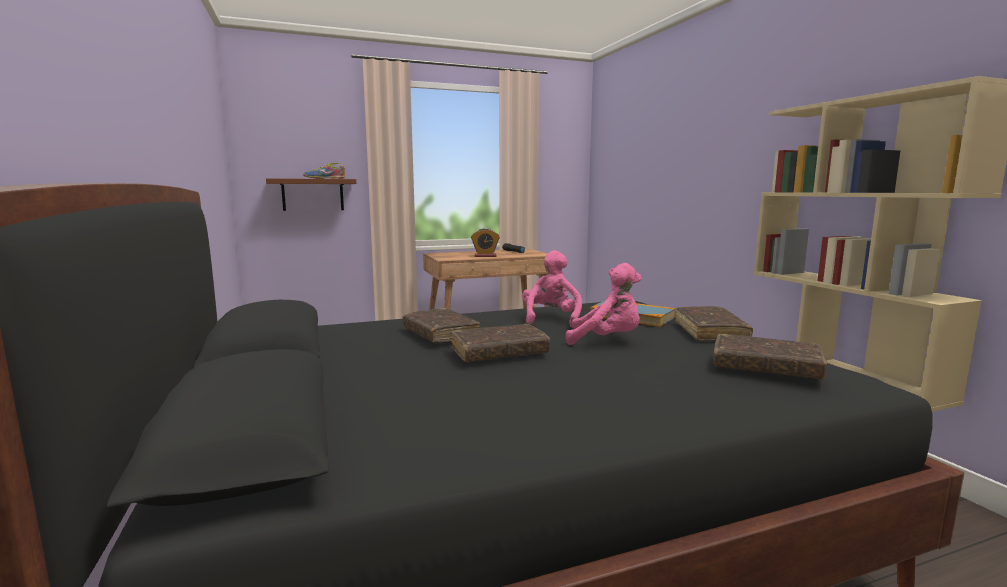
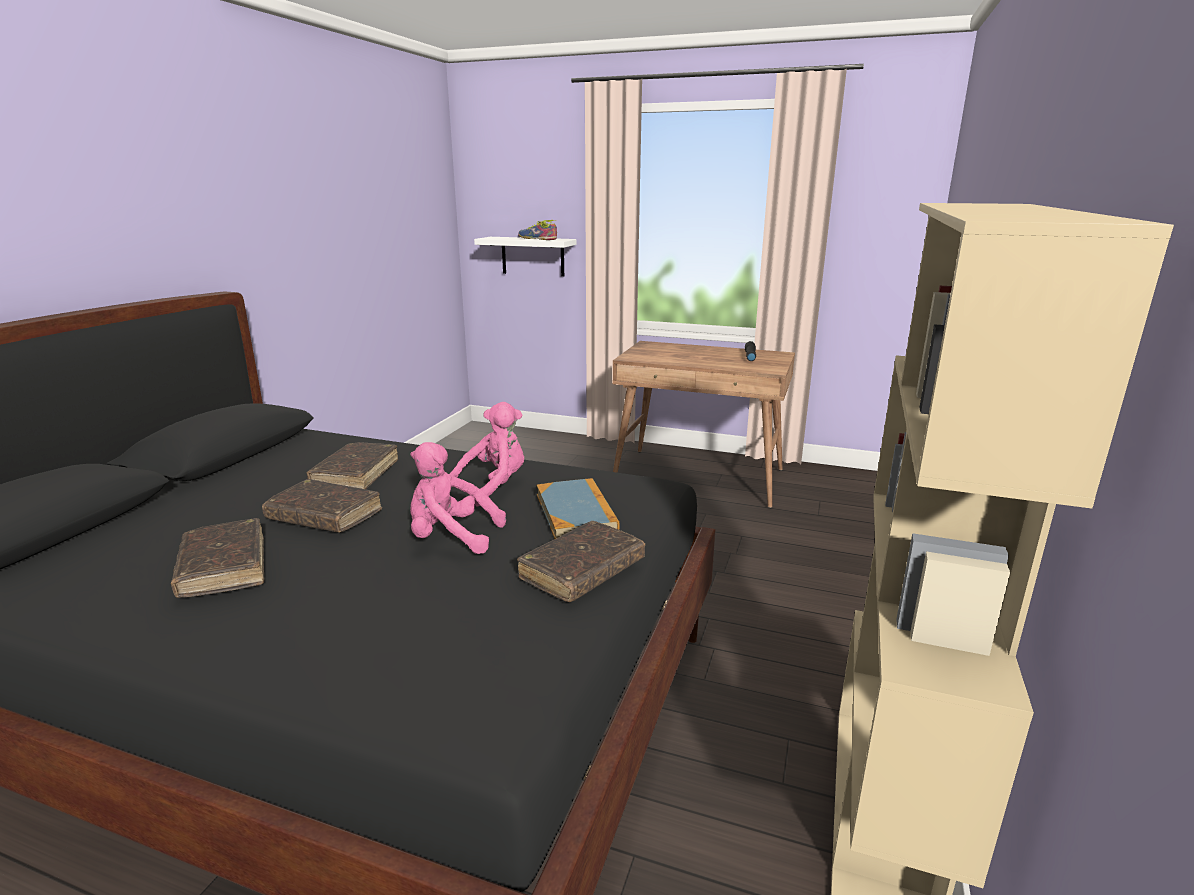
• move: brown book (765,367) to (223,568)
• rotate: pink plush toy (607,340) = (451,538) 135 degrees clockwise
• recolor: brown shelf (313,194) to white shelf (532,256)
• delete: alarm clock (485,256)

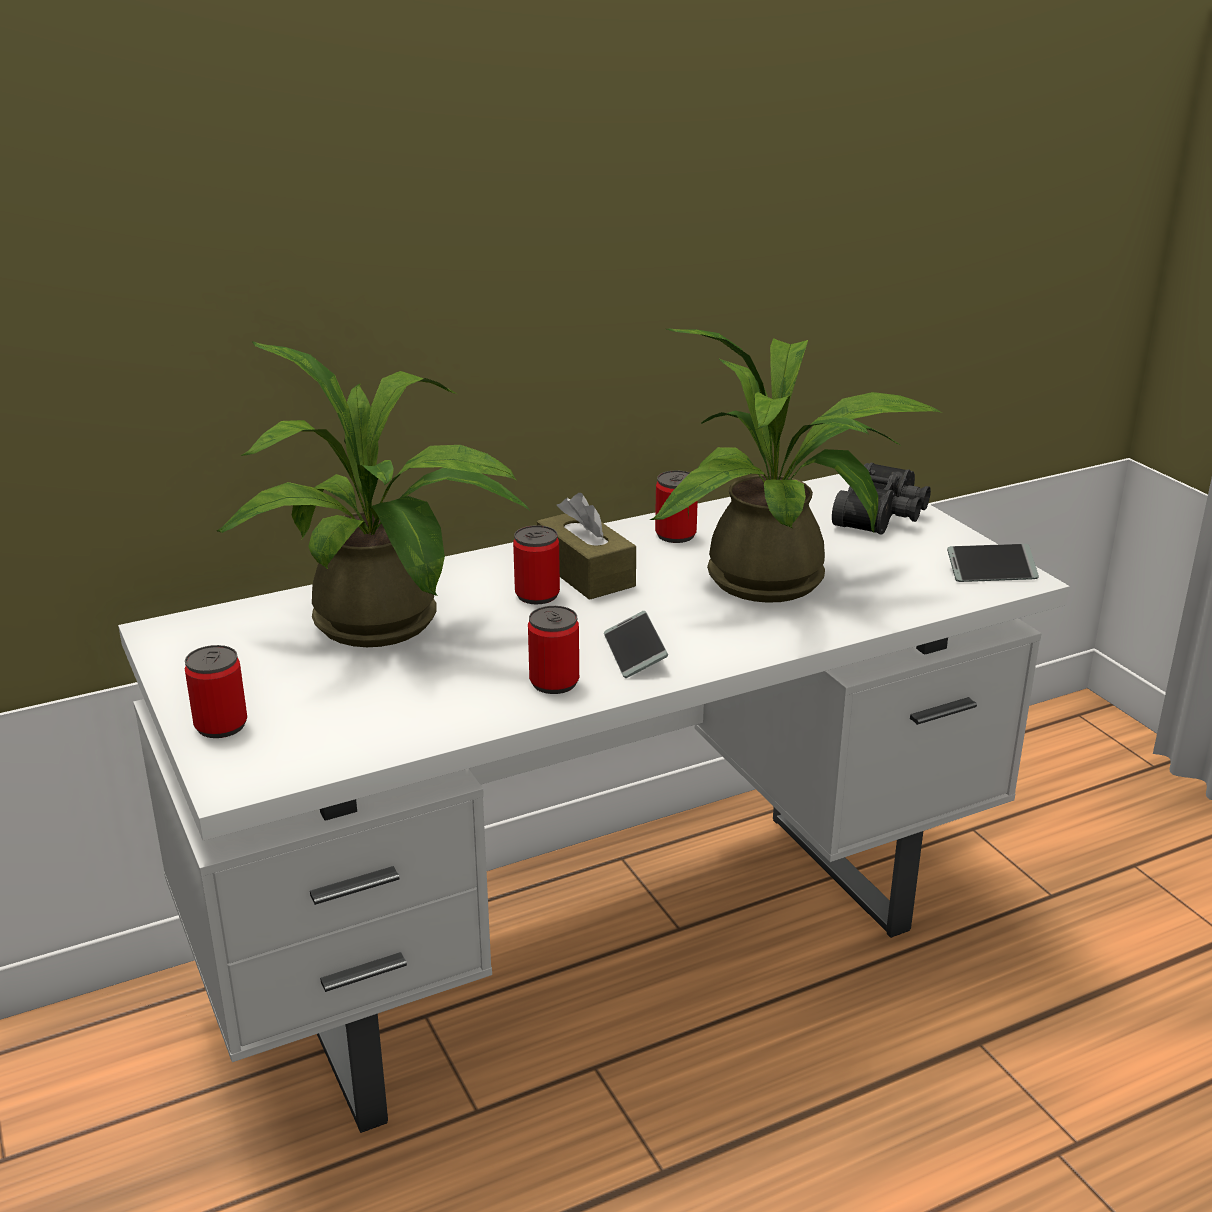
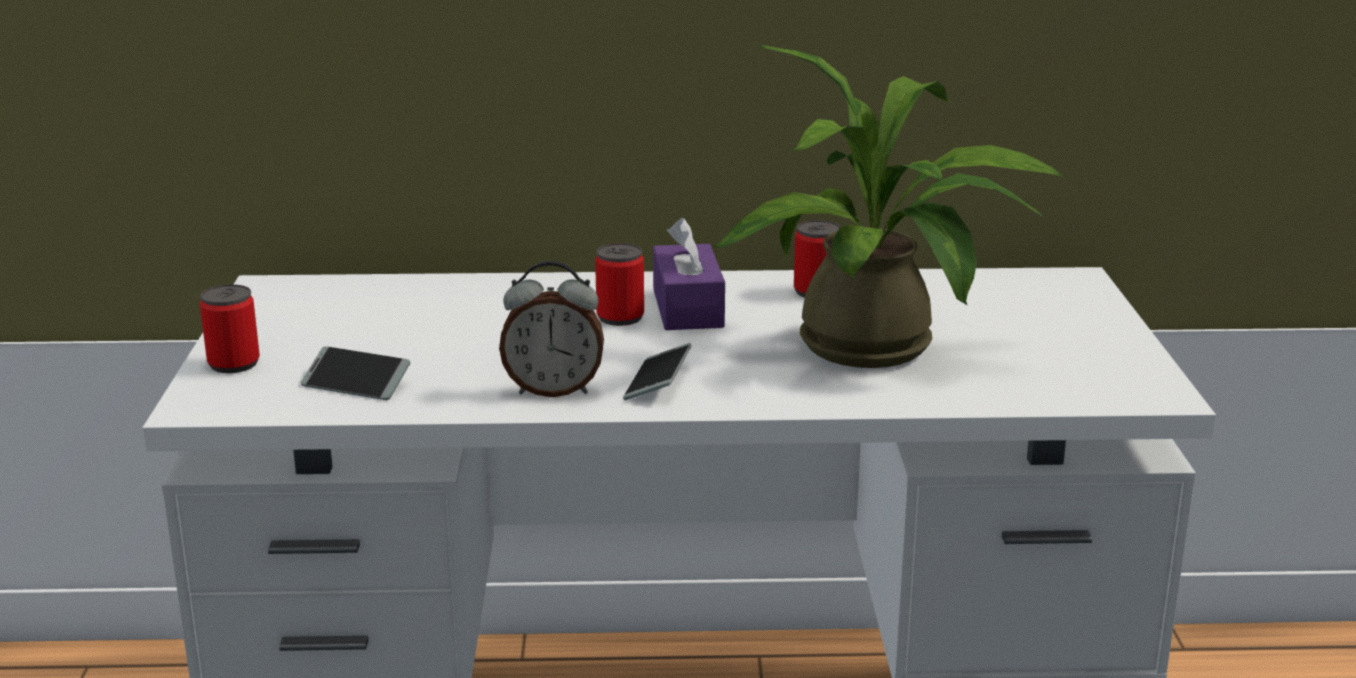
• move: phone (991,571) to (356,384)
• replace: can (554,682) to alarm clock (553,390)
• recolor: brown tissue box (586,573) to purple tissue box (688,308)
• delete: potted plant (386,627)
• delete: black binoculars (884,516)

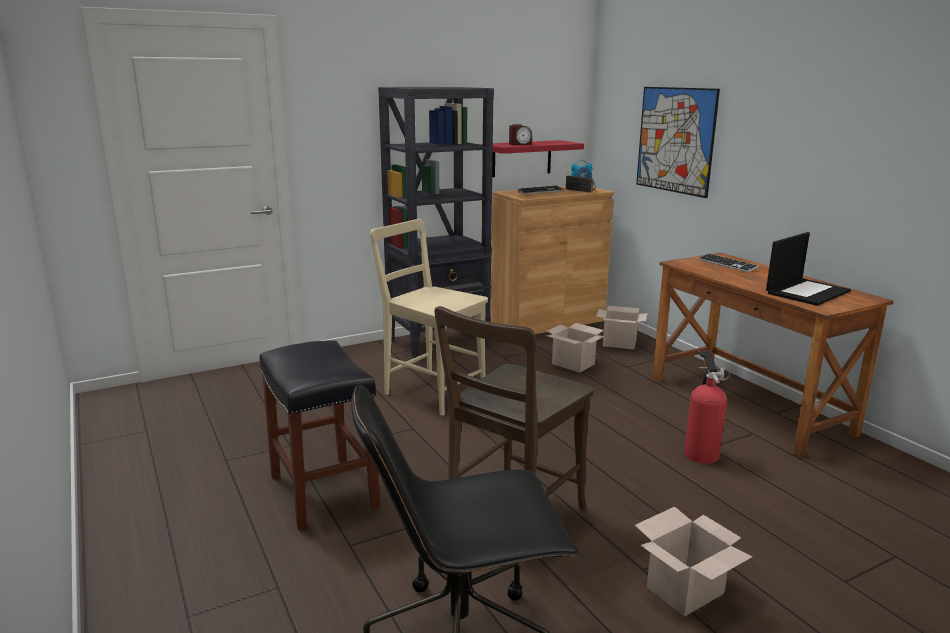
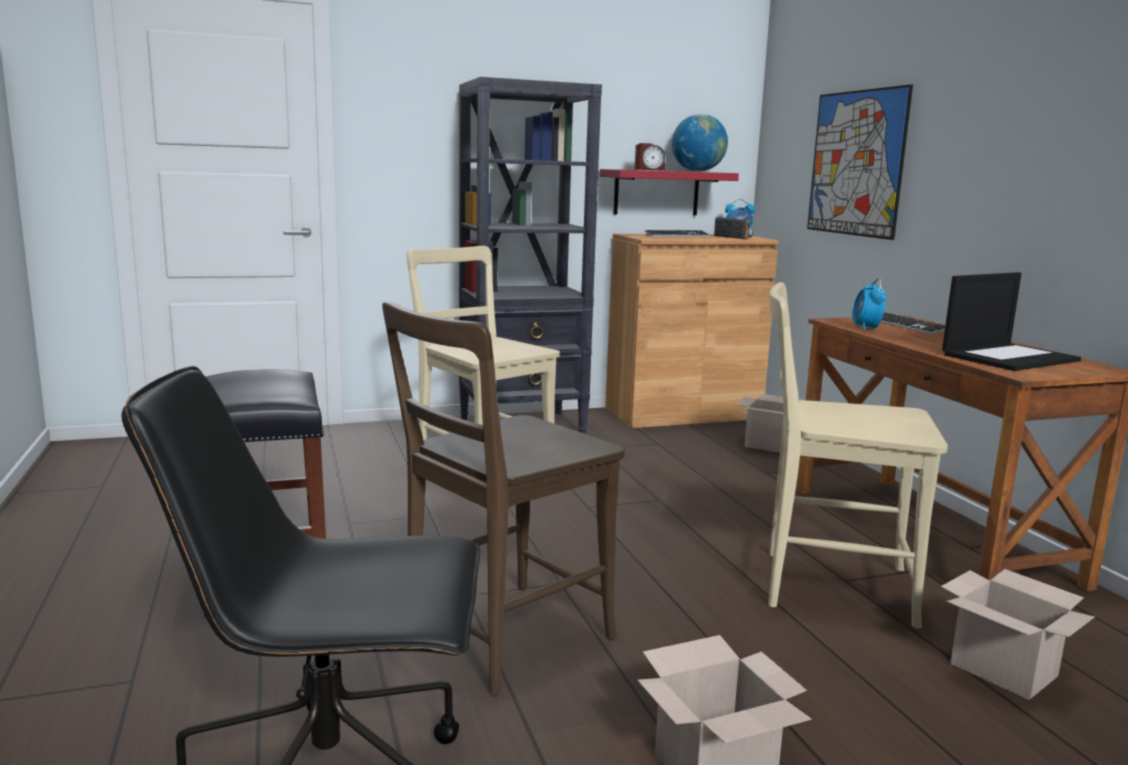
• insert: globe (697,171)
• replace: fire extinguisher (700,453) to beige chair (827,586)
• insert: alarm clock (866,328)
• move: cardboard box (574,364) to (1006,670)

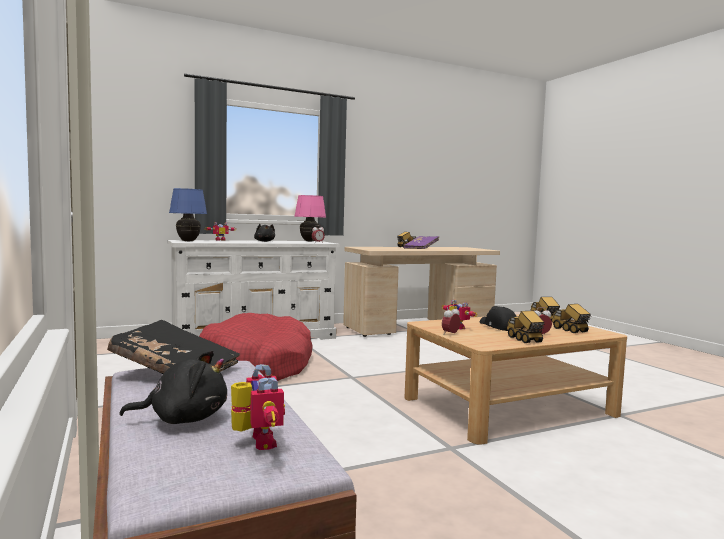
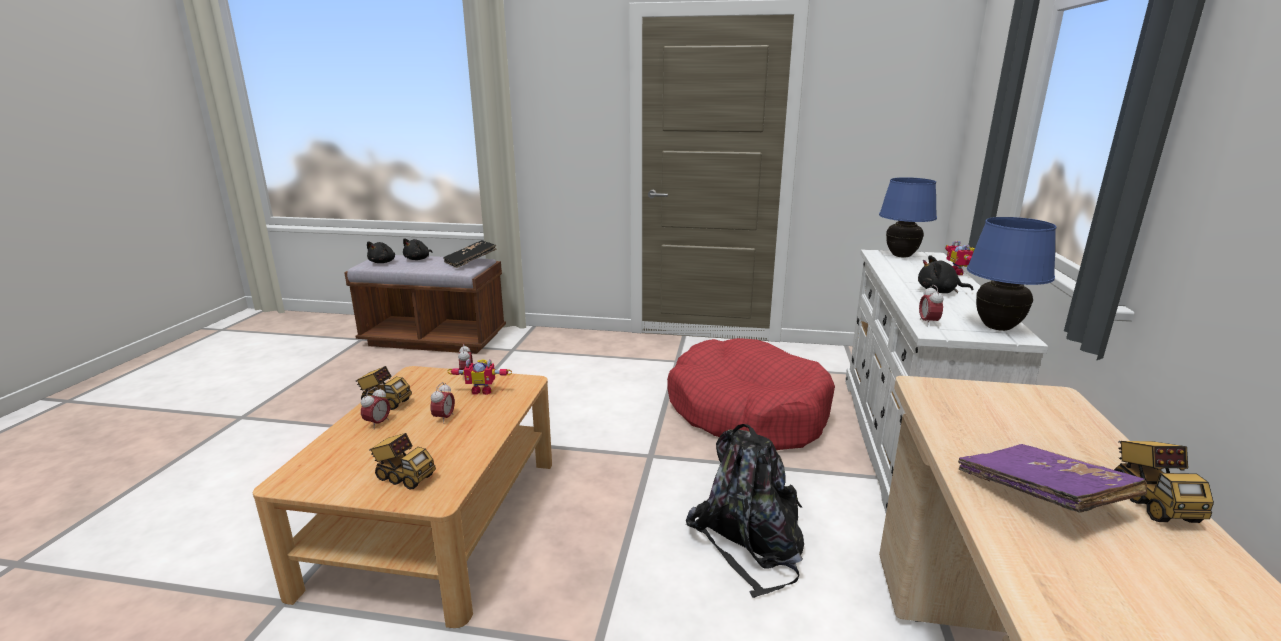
• replace: toy robot (255,442) to black plush toy (383,262)
• replace: black cap (498,327) to alarm clock (444,418)
• insert: black backpack (750,541)
• recolor: pink table lamp (309,241) to blue table lamp (996,328)
• delete: toy truck (570,330)

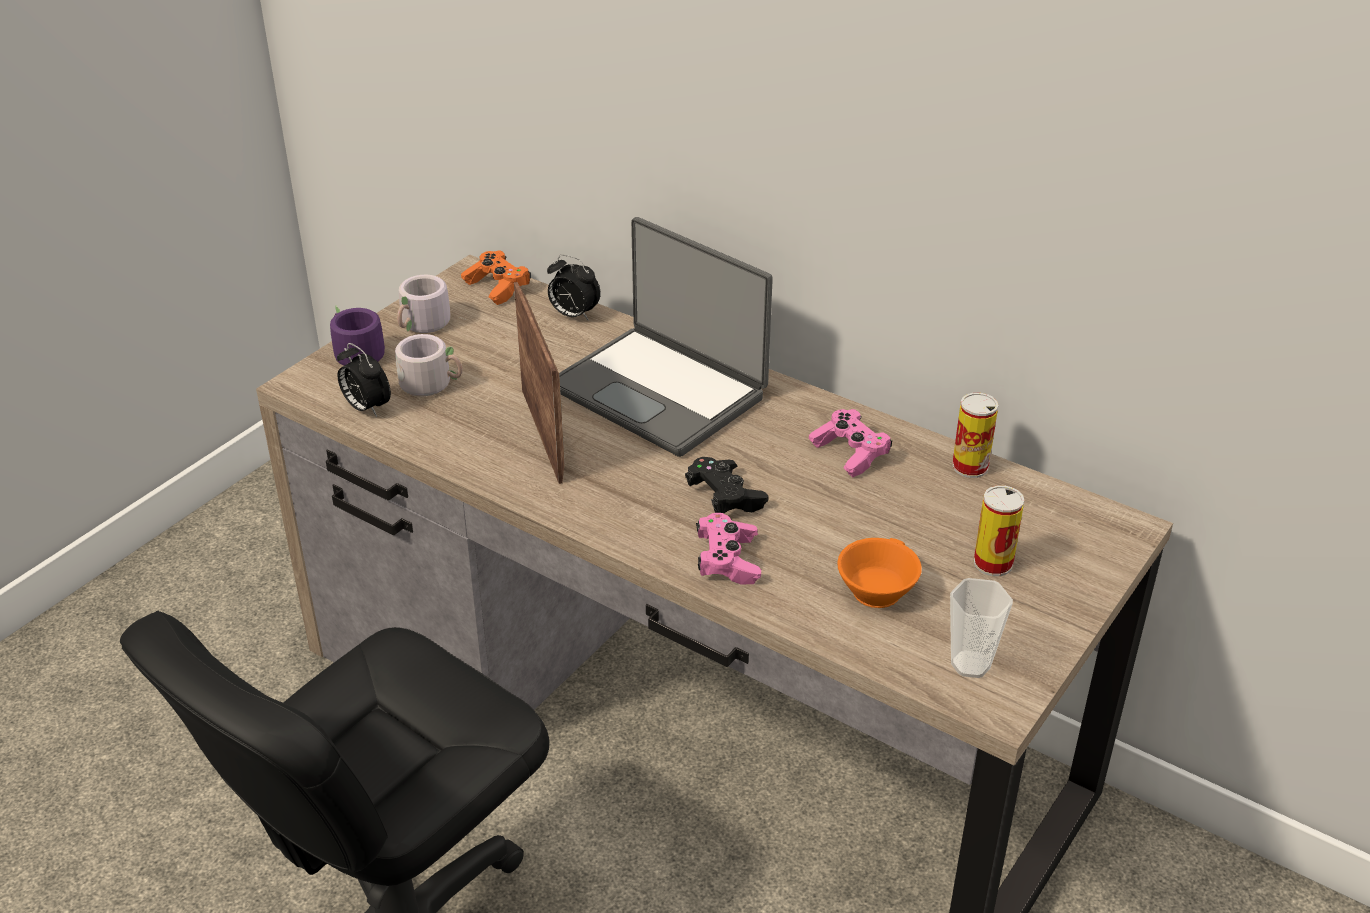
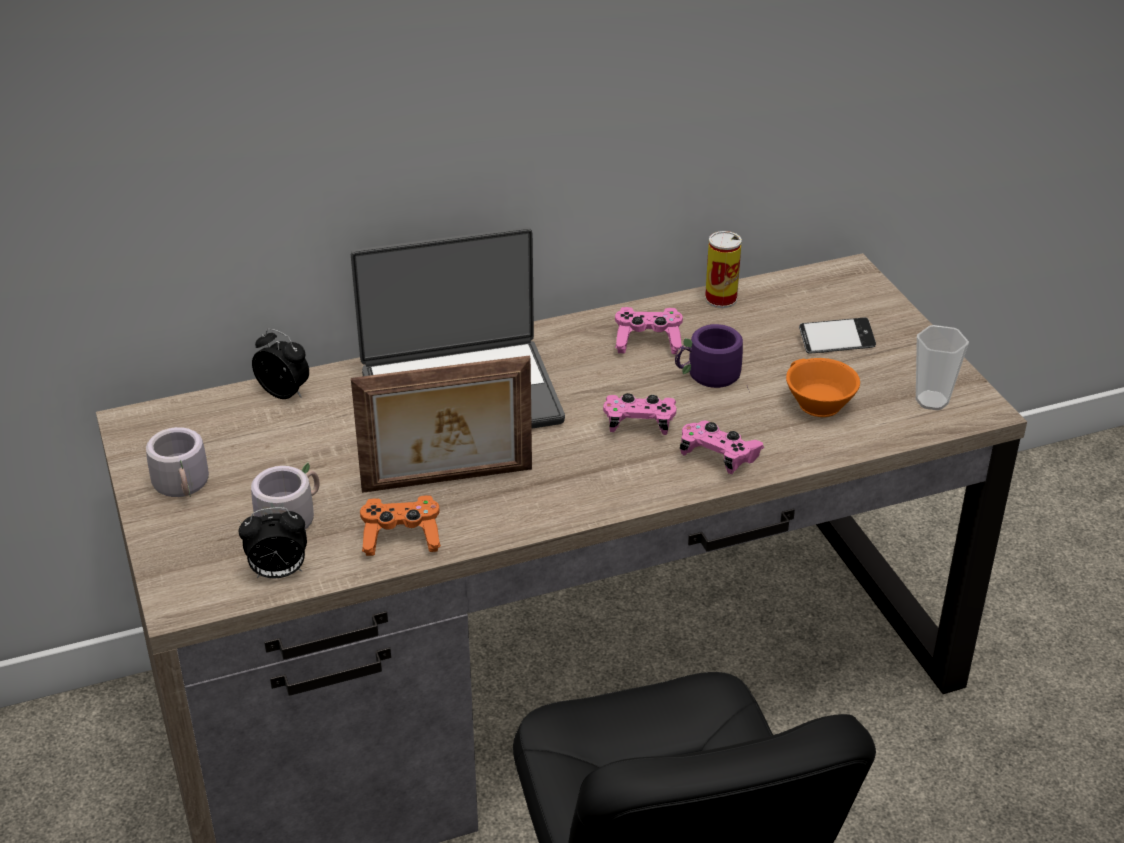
• rotate: alarm clock (573,315) = (285,393) 120 degrees counterclockwise
• rotate: picture frame (544,434) = (448,481) 150 degrees clockwise
• move: orange game controller (497,287) to (401,537)
• recolor: black game controller (725,497) to pink game controller (639,423)
• move: purple mug (354,355) to (708,377)
• replace: can (993,563) to phone (836,341)

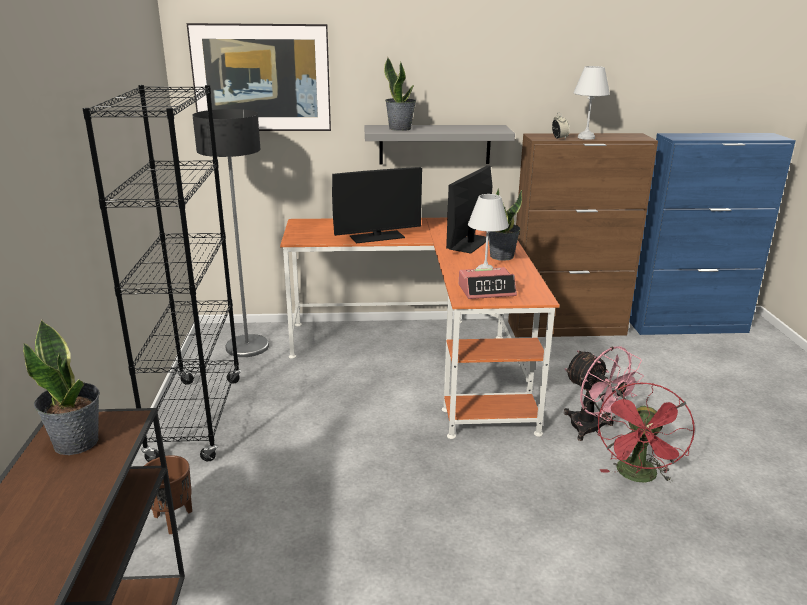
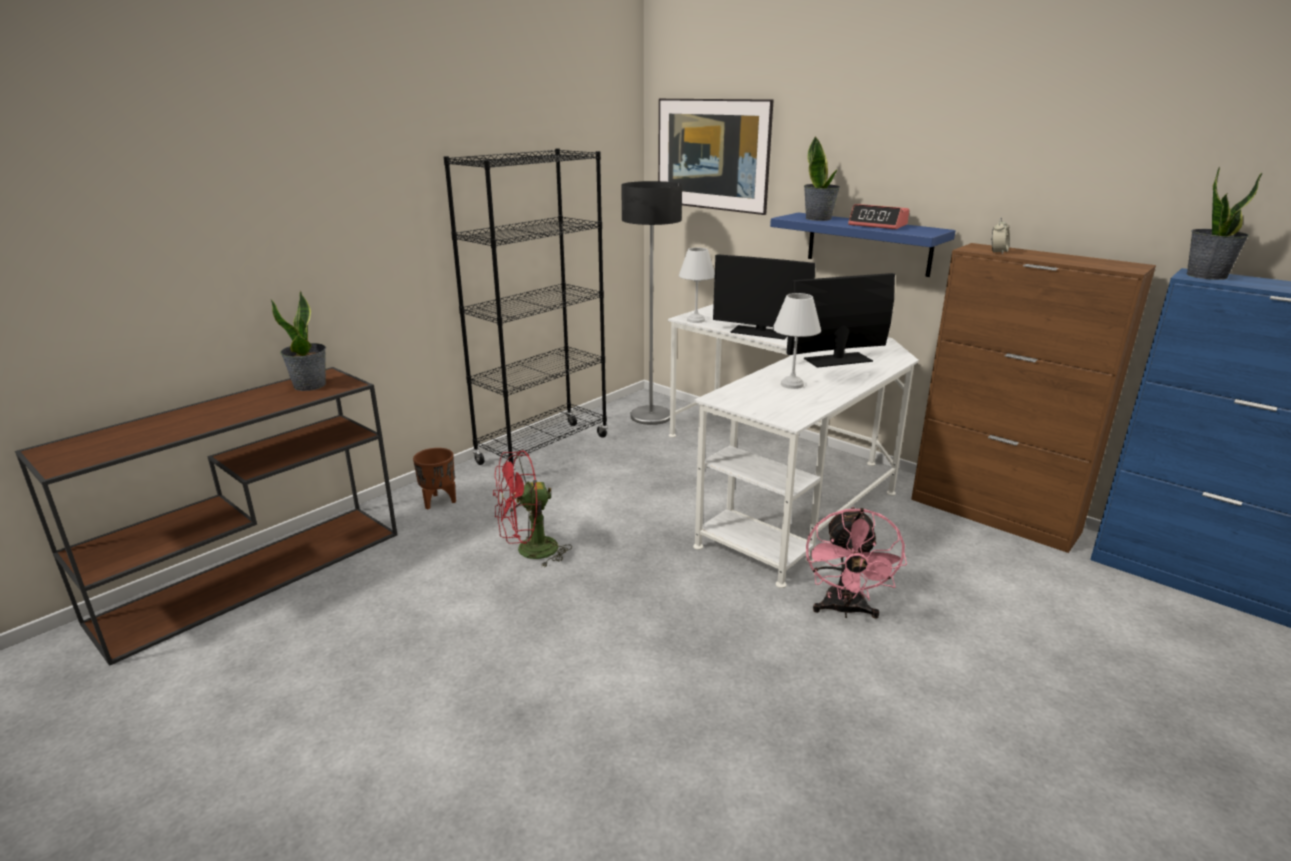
• move: red fan (637,477) to (529,552)
• recolor: orange desk (425,358) to white desk (781,480)
• move: white table lamp (586,137) to (696,320)
• recolor: grey shelf (435,144) to blue shelf (868,244)
• move: alarm clock (487,290) to (878,225)
• move: potted plant (501,256) to (1206,276)

